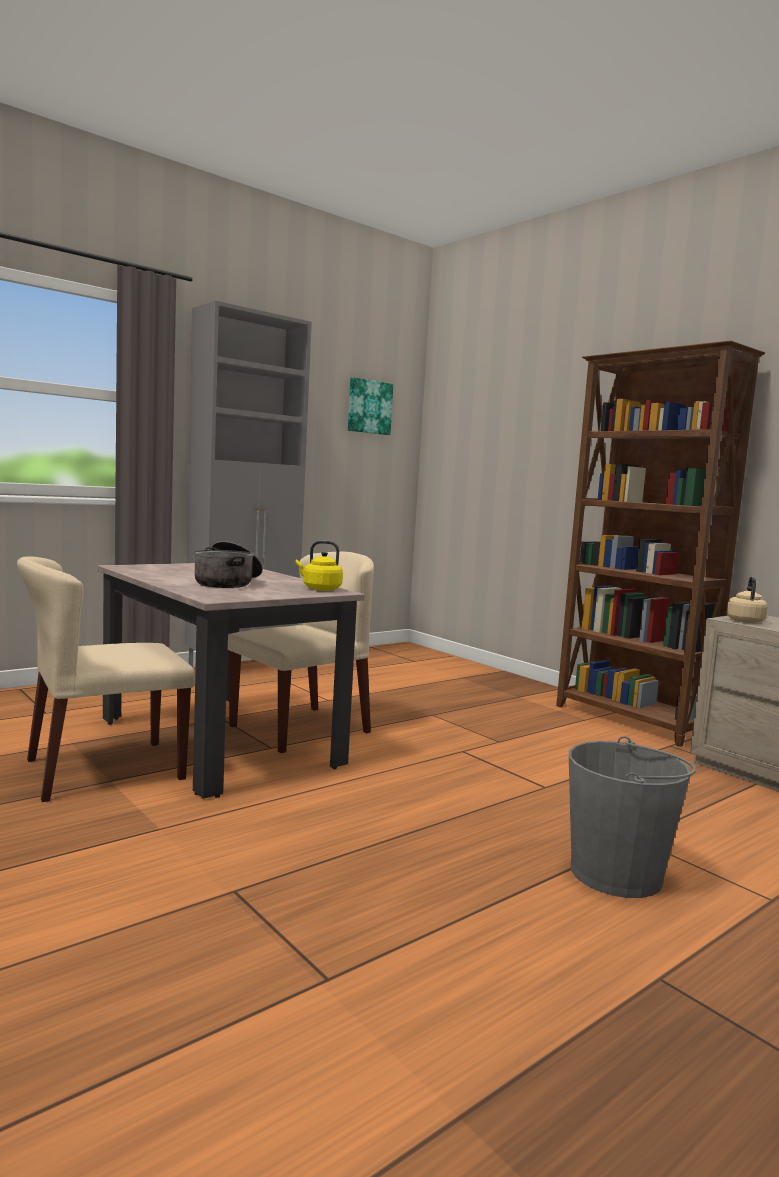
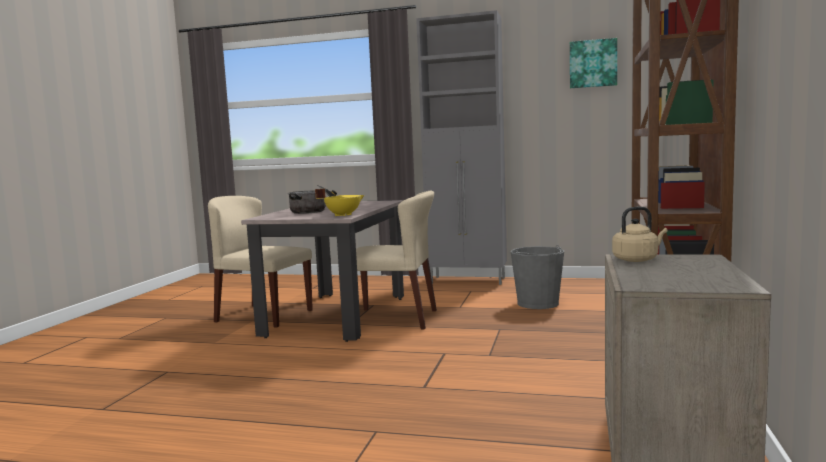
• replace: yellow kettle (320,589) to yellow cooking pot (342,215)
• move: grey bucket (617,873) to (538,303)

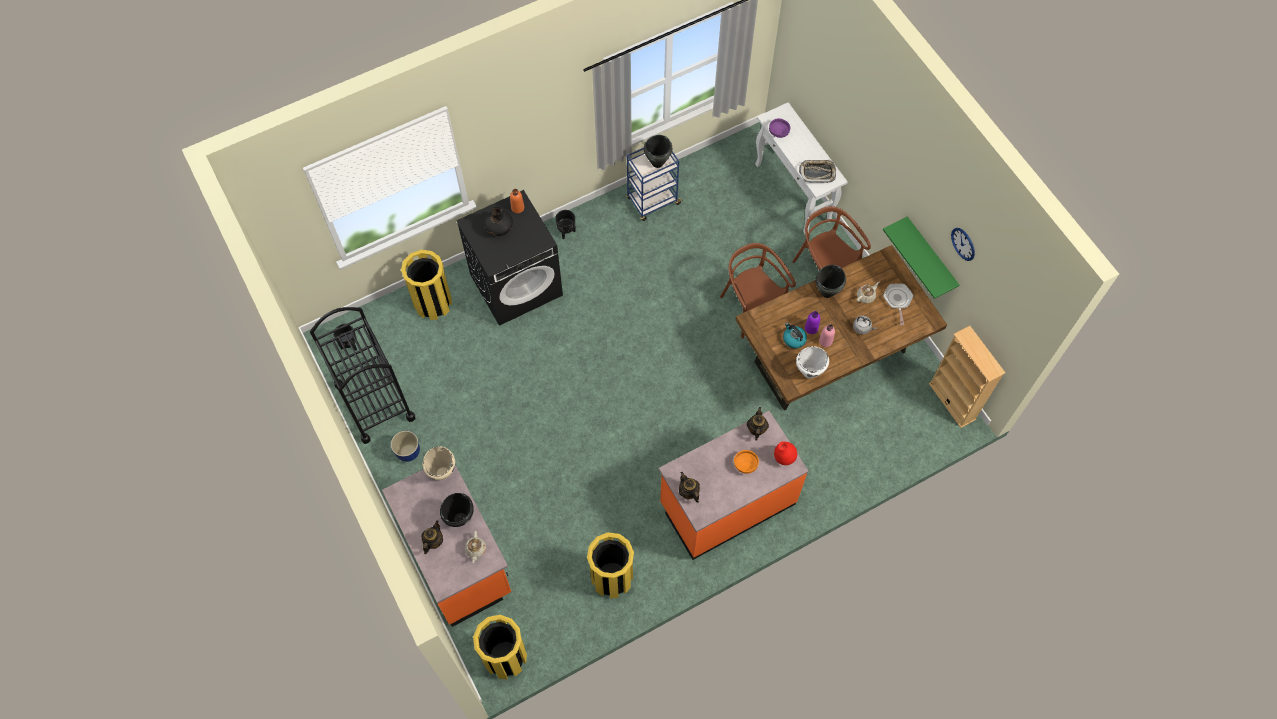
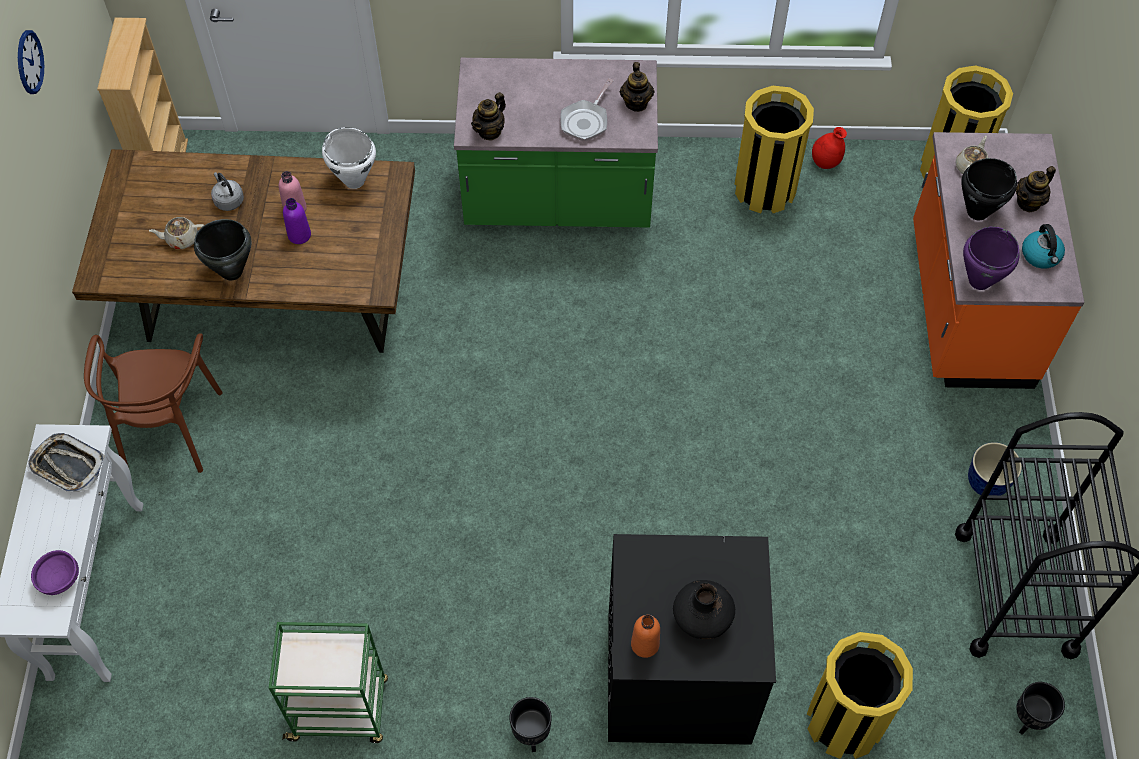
• recolor: blue cart (652,201) to green cart (340,710)
• recolor: orange counter (727,503) to green counter (558,200)
• move: frying pan (897,300) to (586,121)
• move: red vase (784,457) to (825,162)
• recolor: beige cooking pot (443,473) to purple cooking pot (979,281)
• move: kettle (793,339) to (1041,255)
• delete: black cooking pot (657,163)
• delete: brown chair (752,308)
• delete: orange bowl (745,464)
• delete: green shelf (930,257)

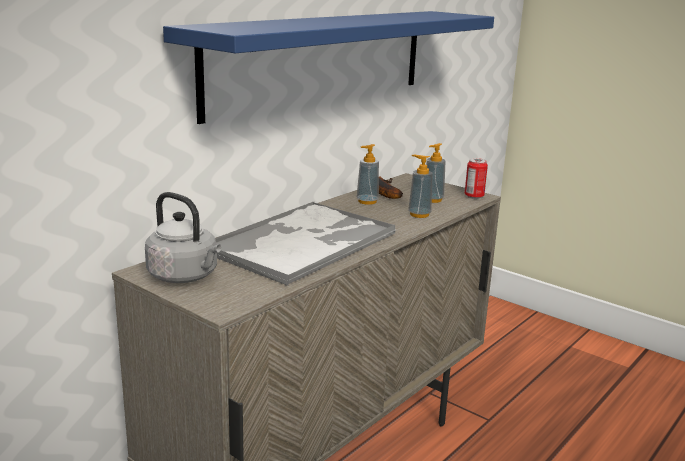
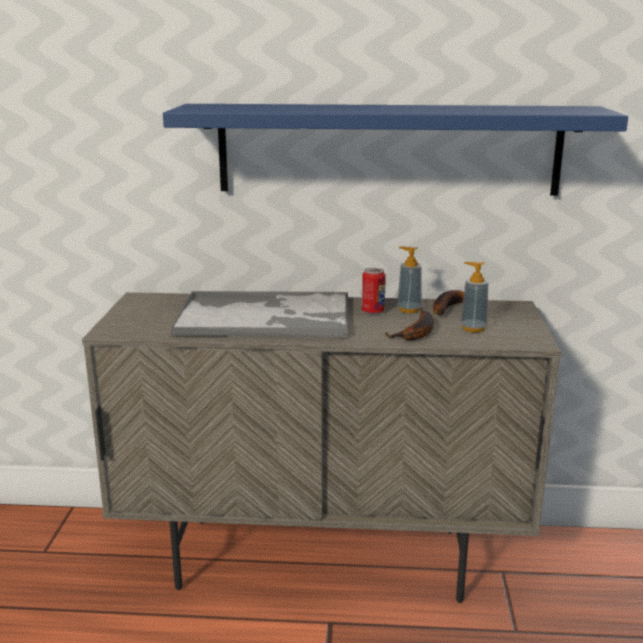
• move: can (474,196) to (373,311)
• replace: soap dispenser (419,214) to banana (417,334)
• delete: grey kettle (185,276)

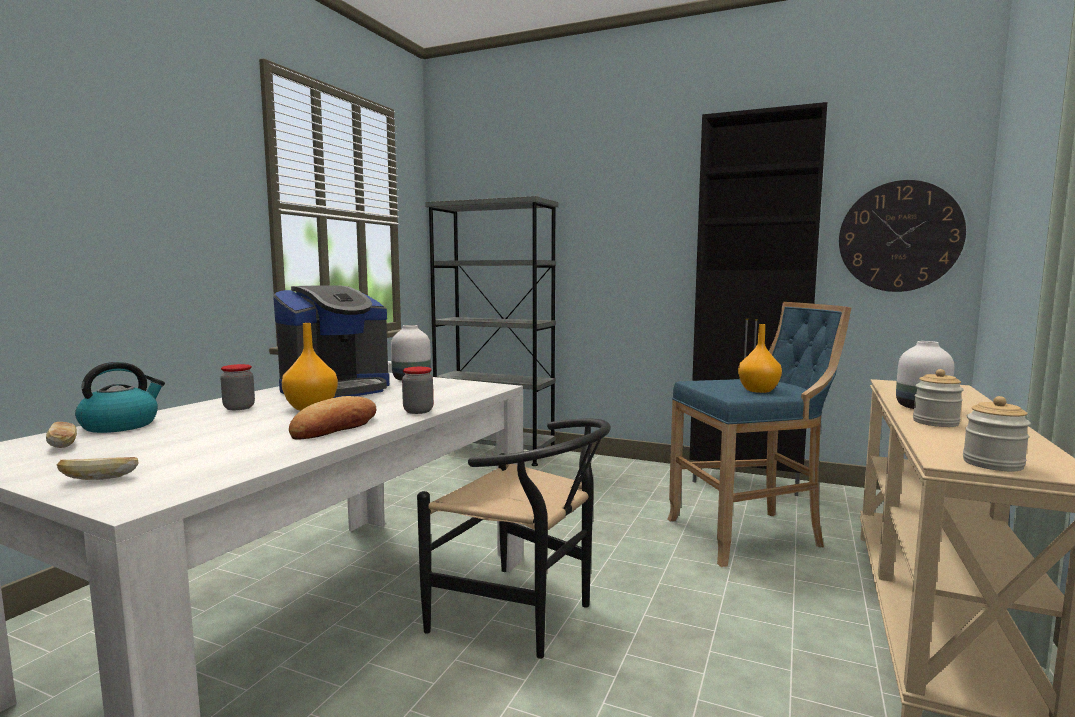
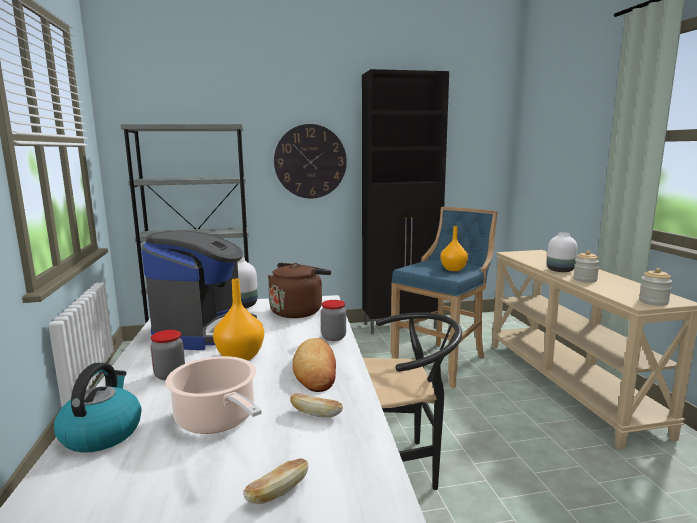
• insert: cooking pot (217,419)
• insert: brown kettle (298,311)
• move: wall clock (899,236) to (310,161)
• move: bread (63,445) to (316,414)

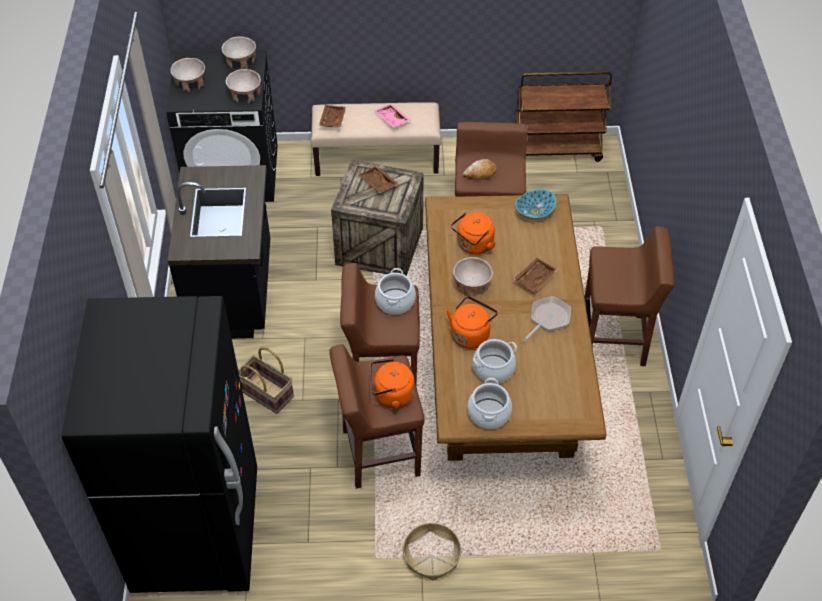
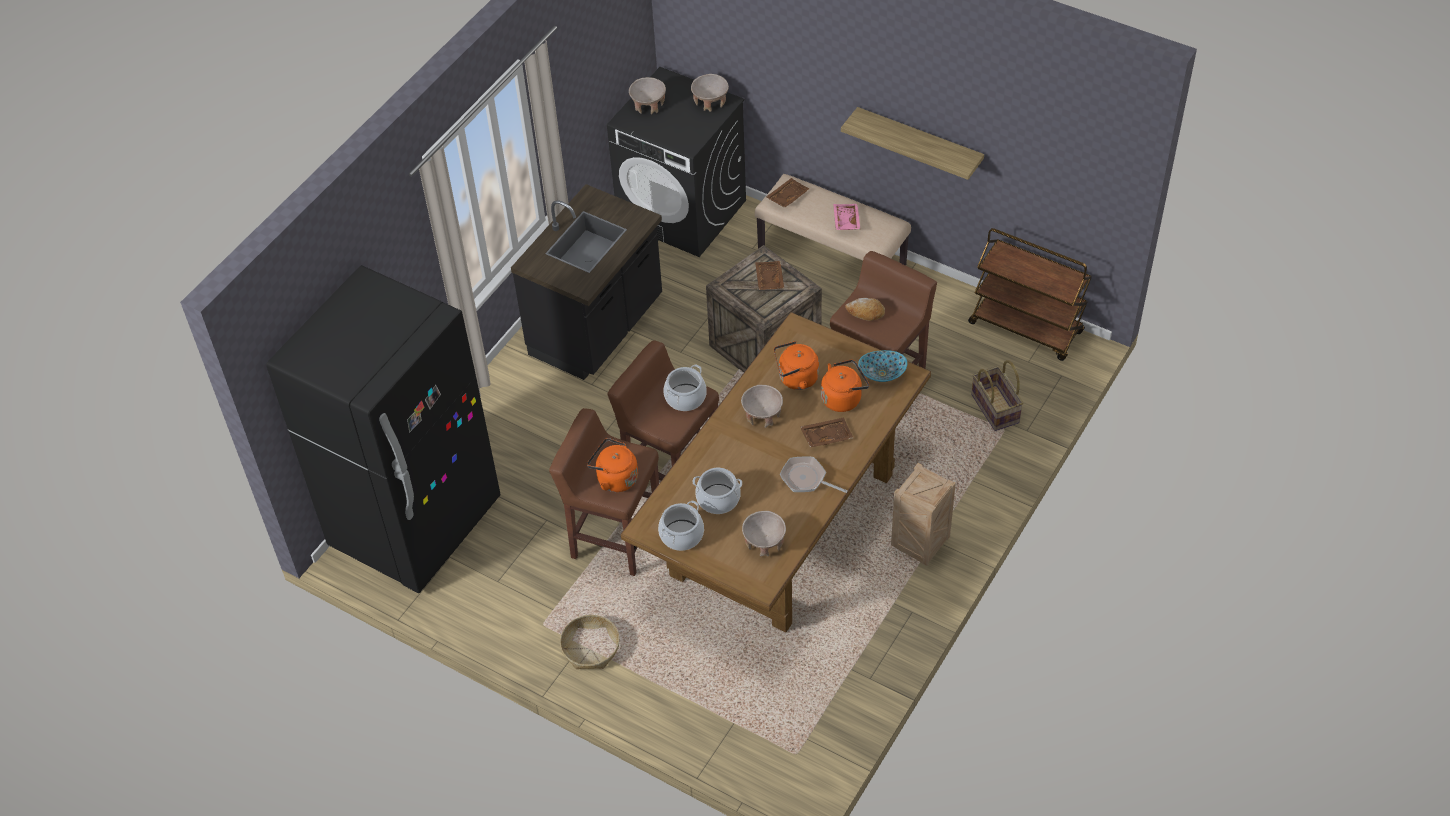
• move: beige bowl (245,95) to (764,543)
• rotate: frying pan (548,319) = (806,479) 135 degrees counterclockwise
• move: orange kettle (471,334) to (843,398)
• insert: shelf (919,143)
• replace: brown stool (614,339) to crate (920,546)
• move: basket (267,393) to (996,408)

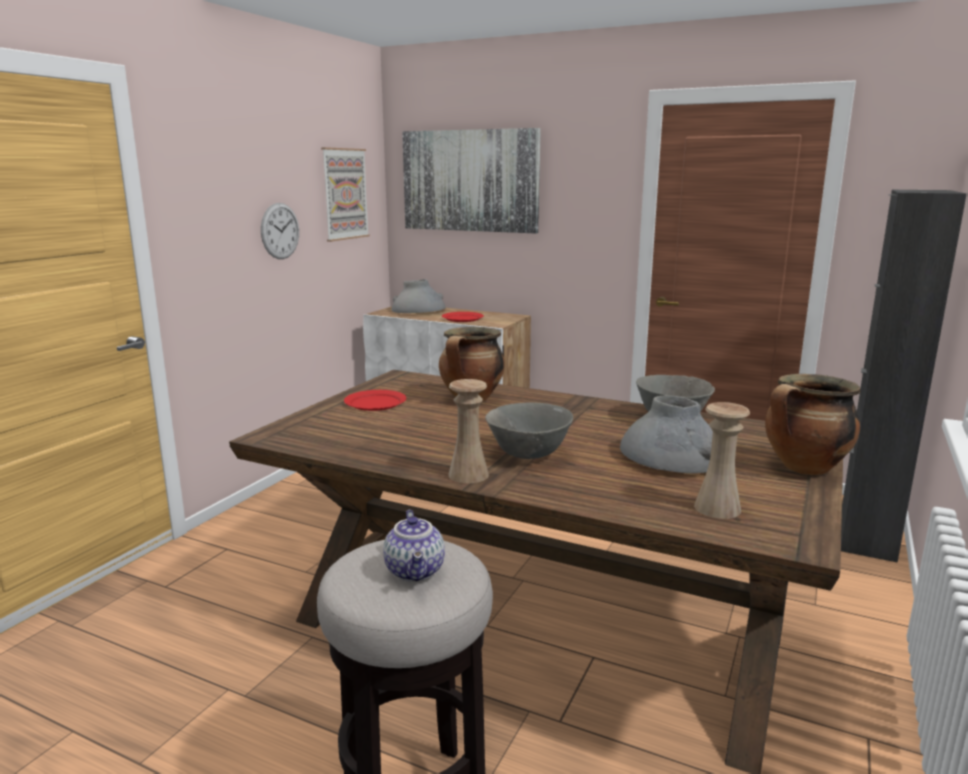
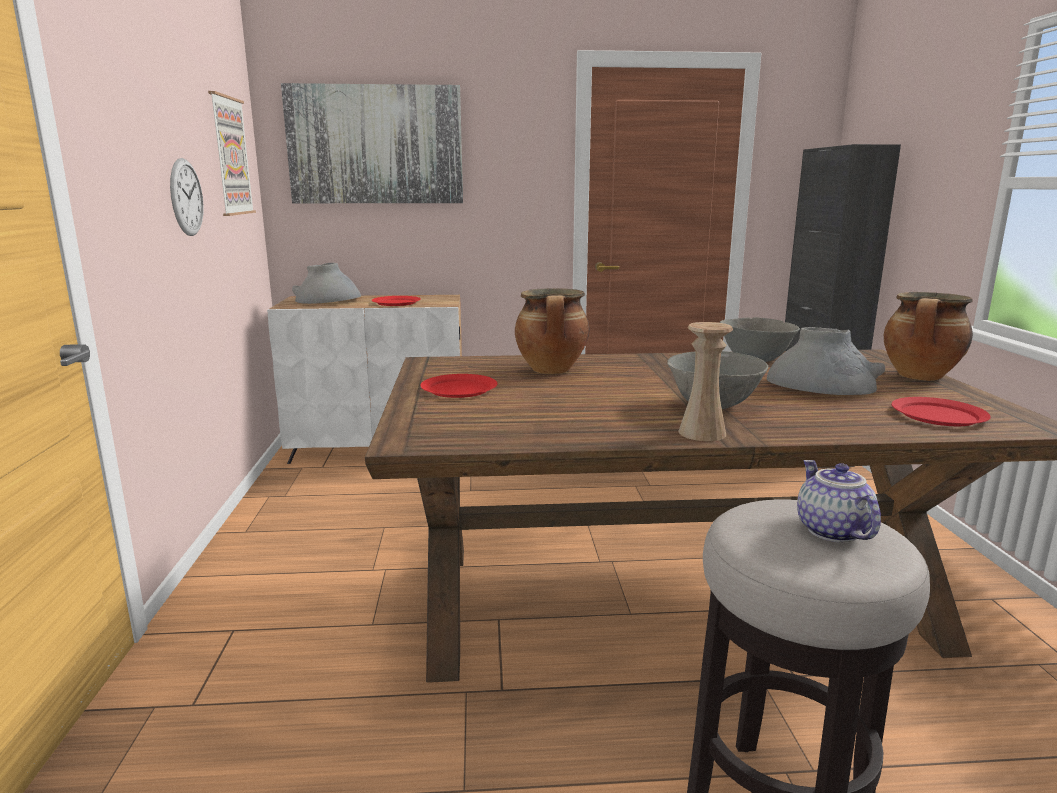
• rotate: teapot (416,571) = (830,531) 150 degrees counterclockwise
• replace: beige vase (717,508) to red plate (937,415)

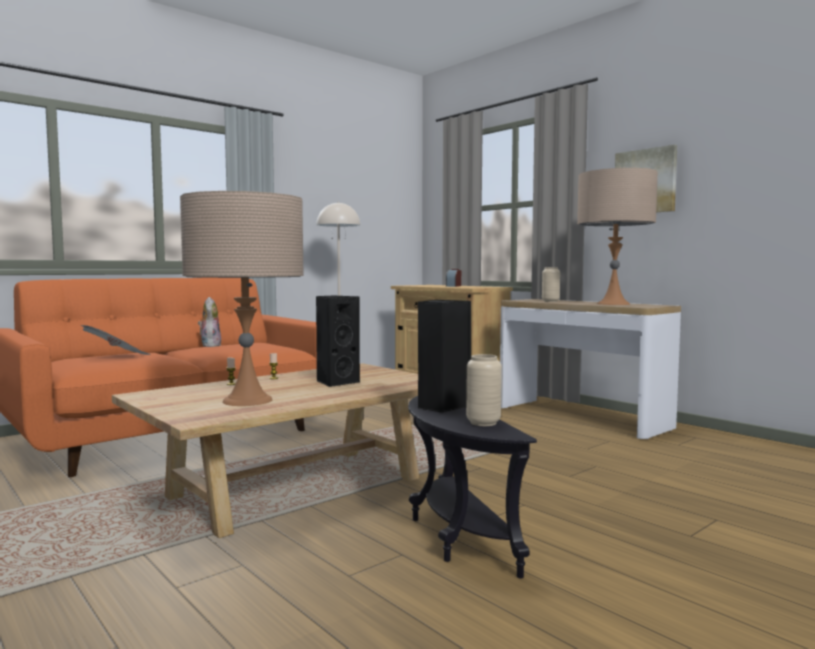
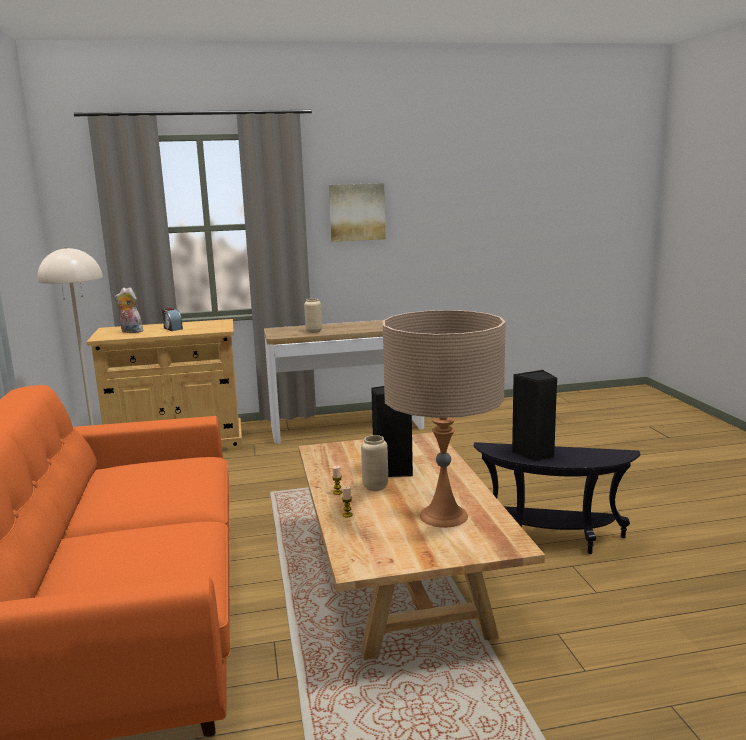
• move: plush toy (210,345) to (130,332)
• move: beige vase (483,423) to (375,486)
• delete: newspaper (117,357)
• delete: beige table lamp (613,304)

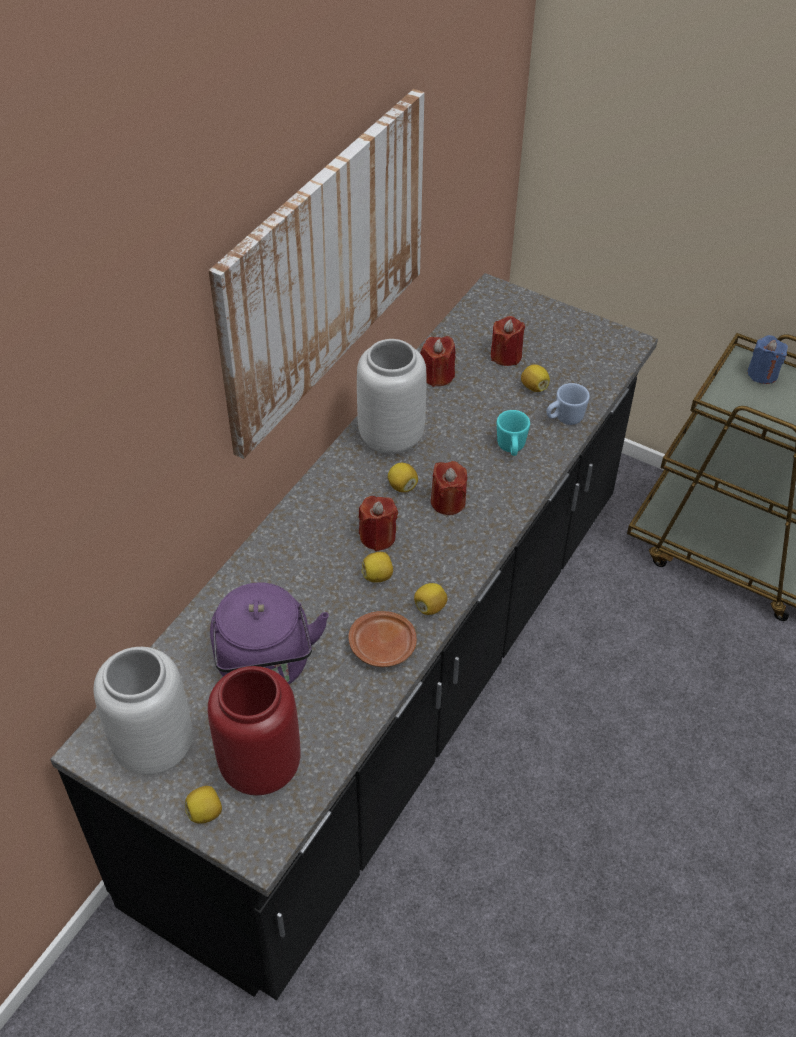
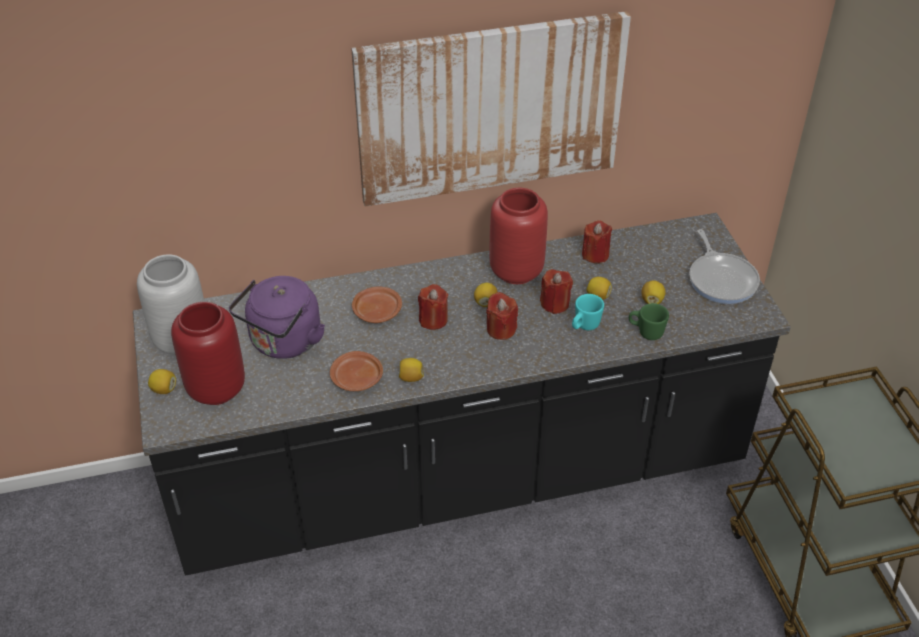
• insert: brown plate (377,311)
• recolor: grey vase (392,437) to red vase (517,272)
• move: red candle (506,356) to (555,304)
• move: lemon (378,576) to (598,296)
• recolor: blue mug (564,419) to green mug (646,332)
• insert: frying pan (721,279)
• delete: blue candle (762,374)

